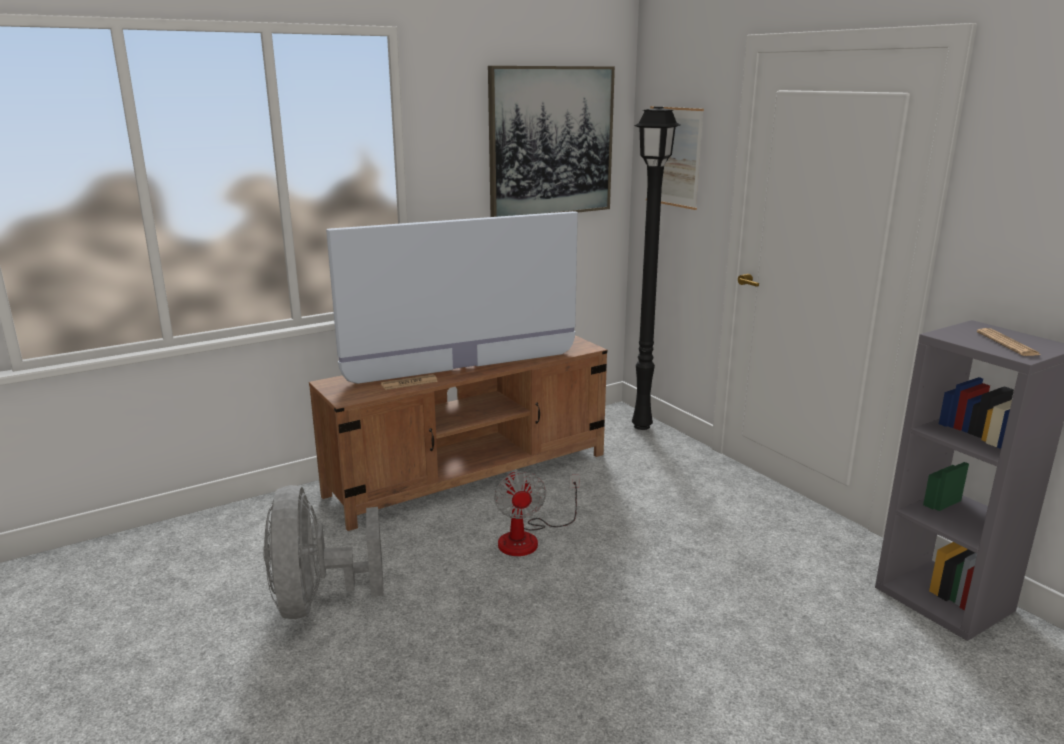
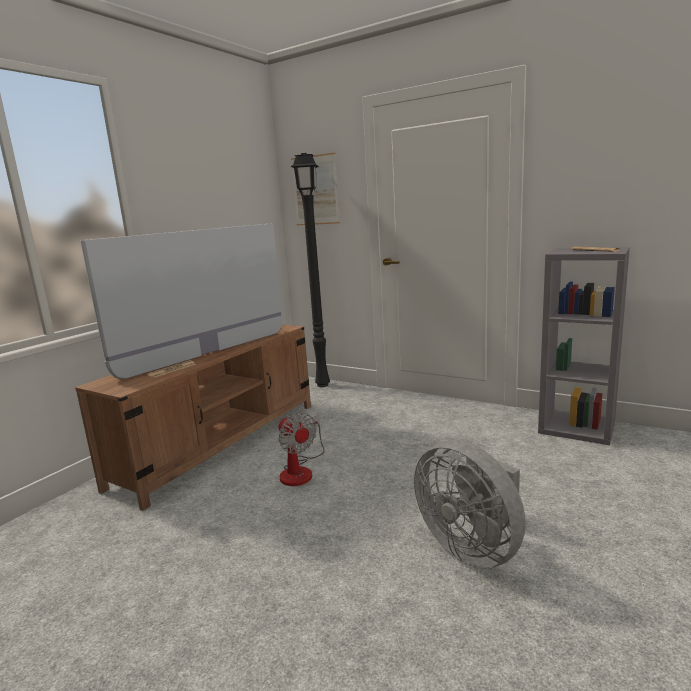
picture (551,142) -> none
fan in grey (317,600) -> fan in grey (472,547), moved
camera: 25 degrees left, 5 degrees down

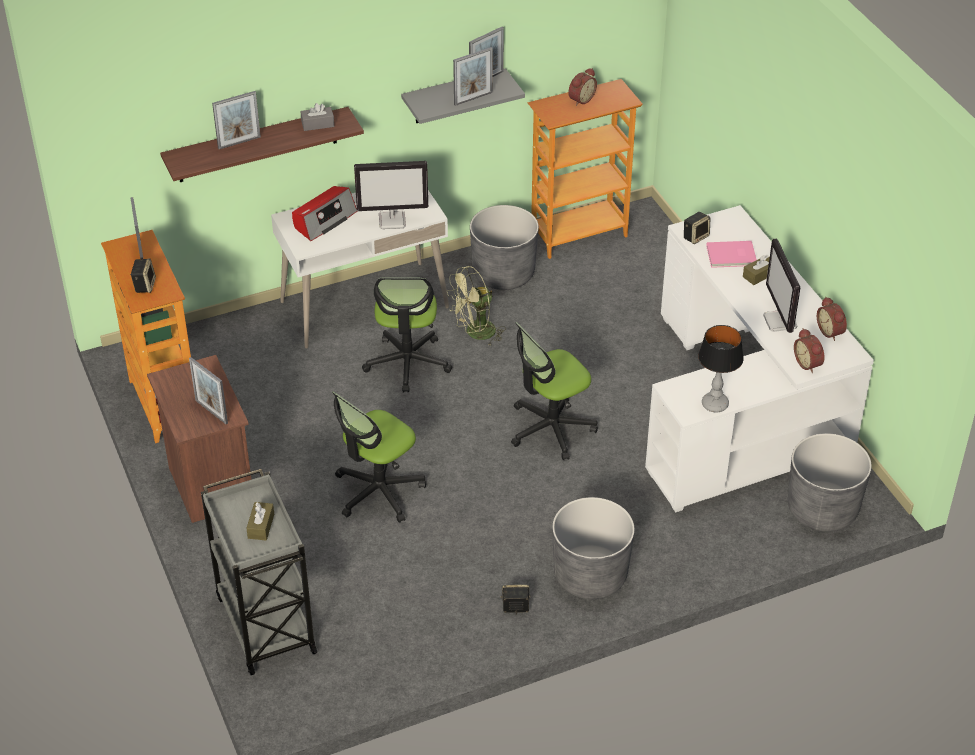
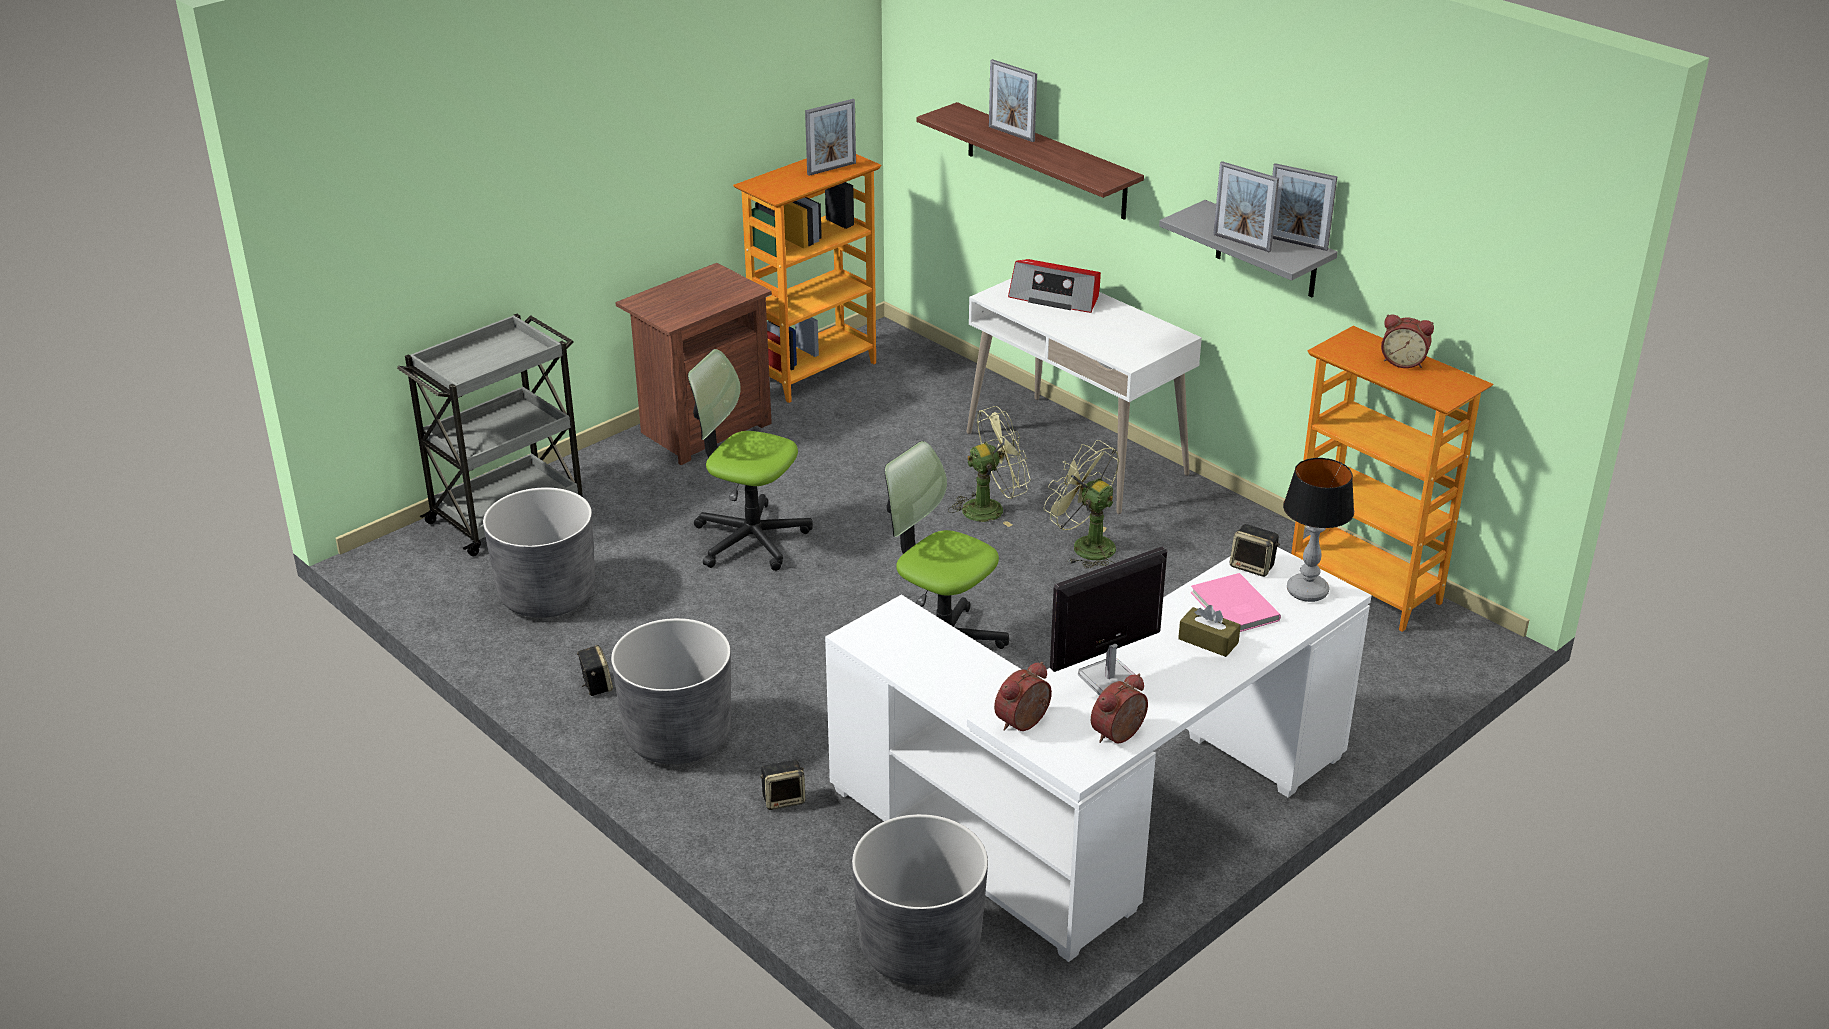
picture frame (211,412) -> none
tissue box in brown (261,526) -> none
tissue box in grey (317,124) -> none
monitor (392,220) -> none
speaker (144,285) -> speaker (784,799), moved
planter in grey (503,273) -> planter in grey (547,595), moved
table lamp (714,404) -> table lamp (1307,591), moved
office chair (407,363) -> fan in green (991,508)
camera: 70 degrees right, 10 degrees down

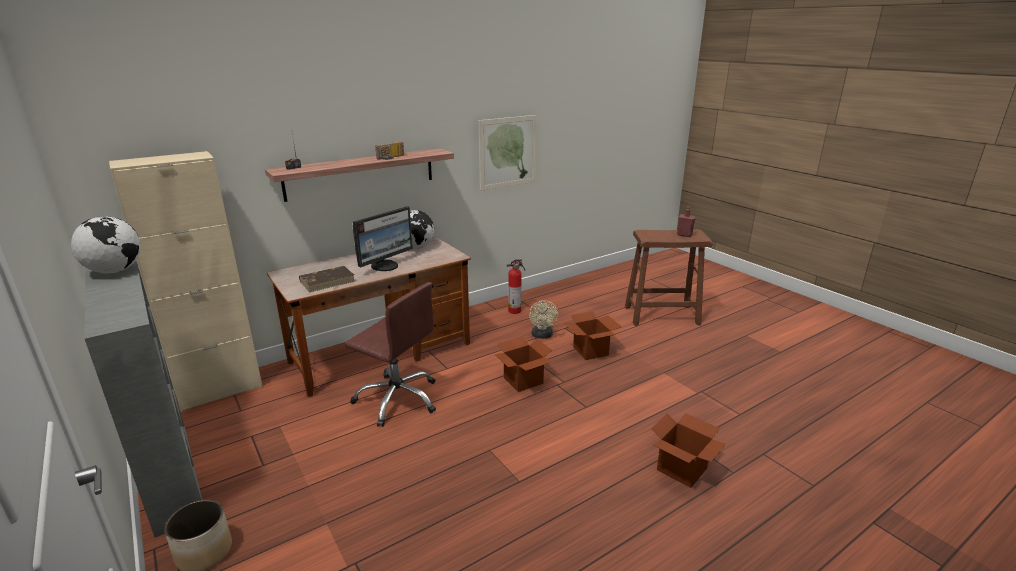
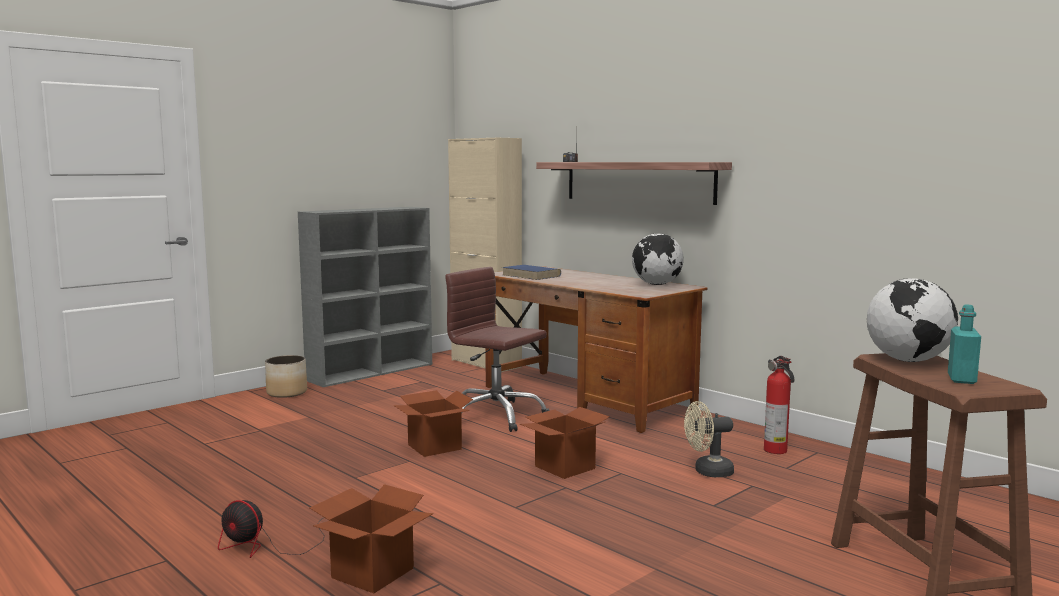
monitor (385,266) -> none
radio (391,158) -> none
picture (508,152) -> none
none -> fan (267,545)
globe (115,271) -> globe (908,360), moved
cardboard box (590,351) -> cardboard box (434,447), moved
book in brown (328,281) -> book in blue (531,275)
bottle in red (684,235) -> bottle in turquoise (961,379)
office chair in brown (398,399) -> office chair in brown (496,416), 105 degrees clockwise
camera: 80 degrees right, 15 degrees down

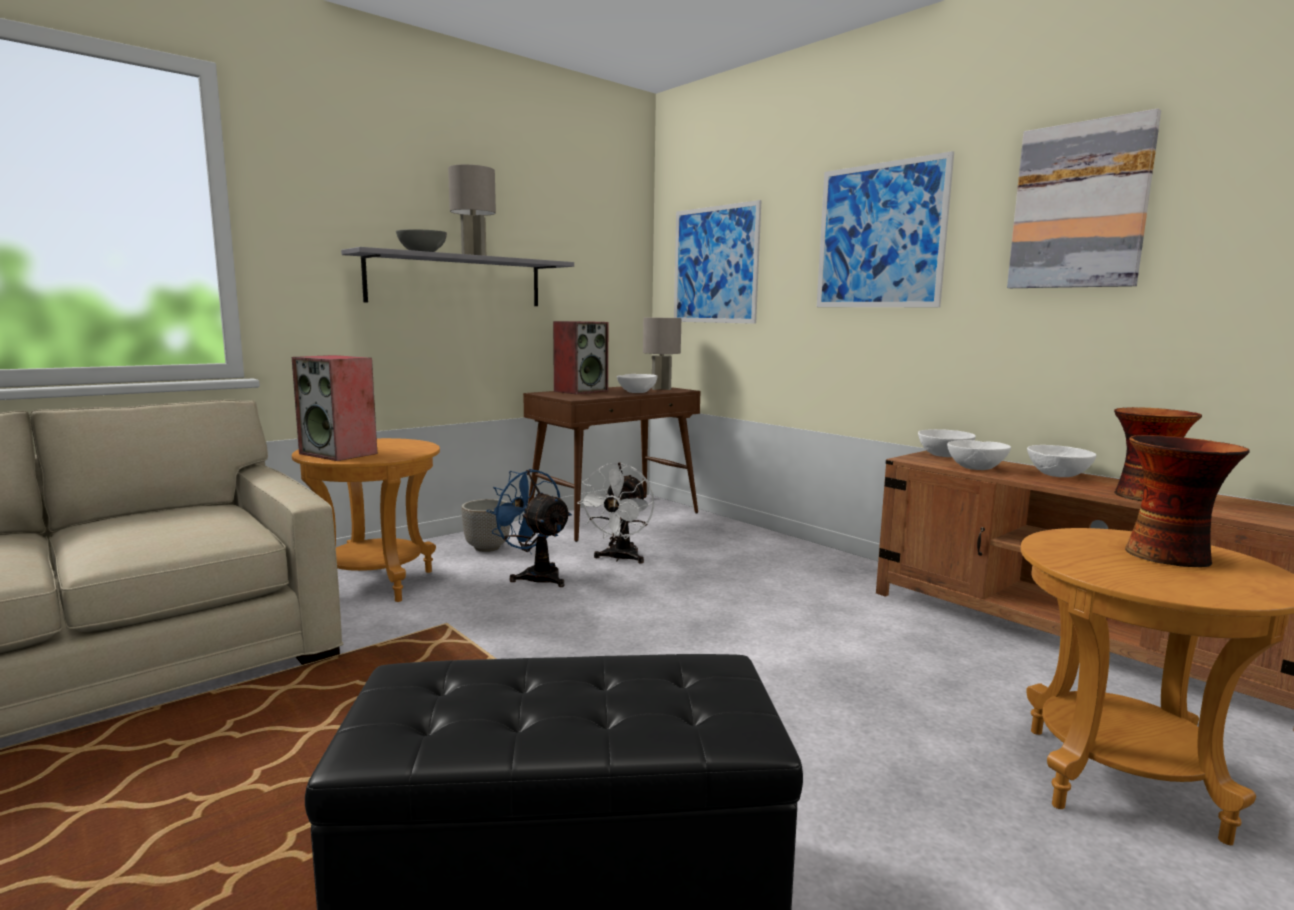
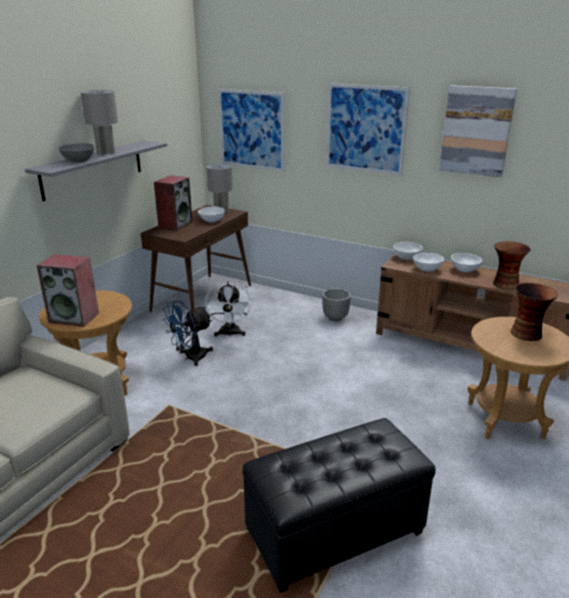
planter (487,548) -> planter (335,317), moved
fan in blue (535,575) -> fan in blue (190,357), 60 degrees counterclockwise
camera: 20 degrees left, 15 degrees up

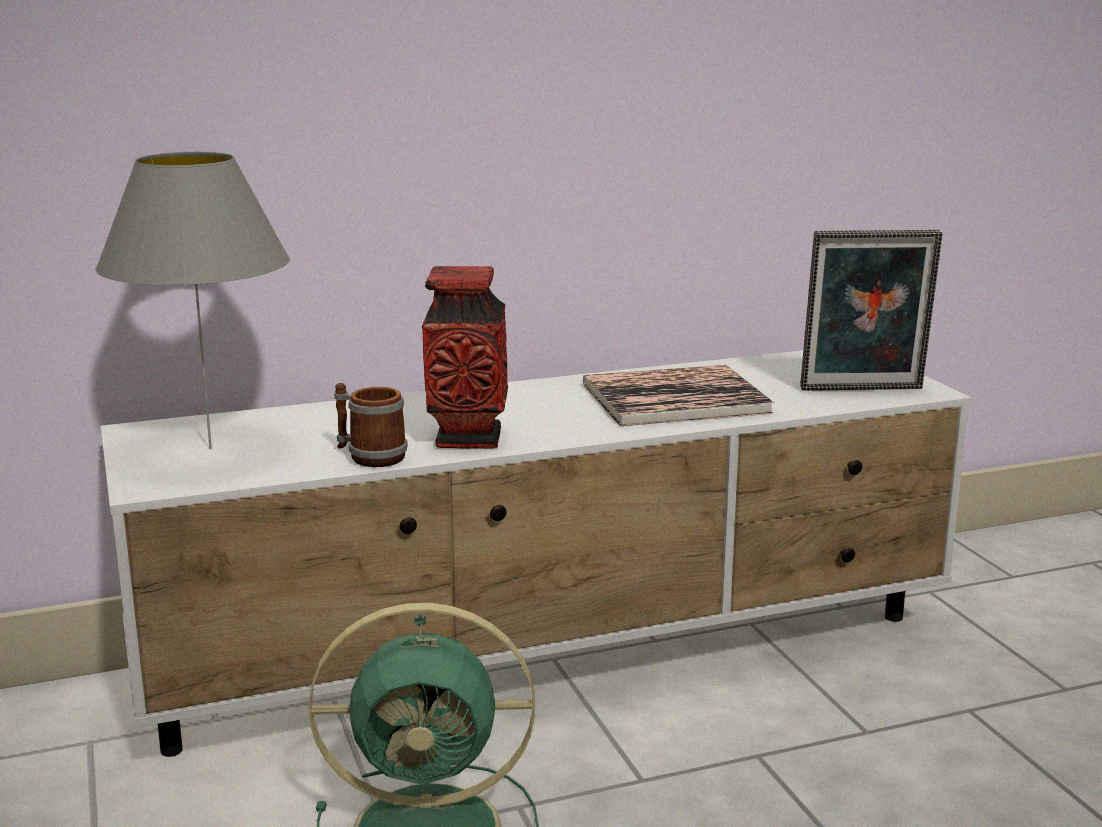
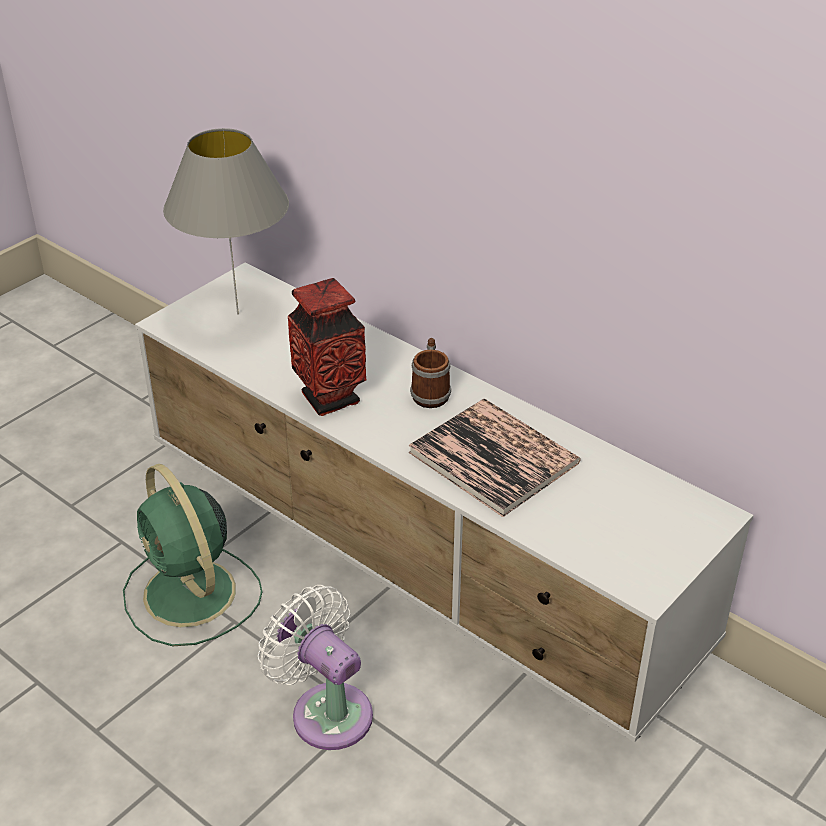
picture frame (863,390) -> none
none -> fan in white (326,710)
mug (369,456) -> mug (430,392), moved
camera: 60 degrees right, 20 degrees up

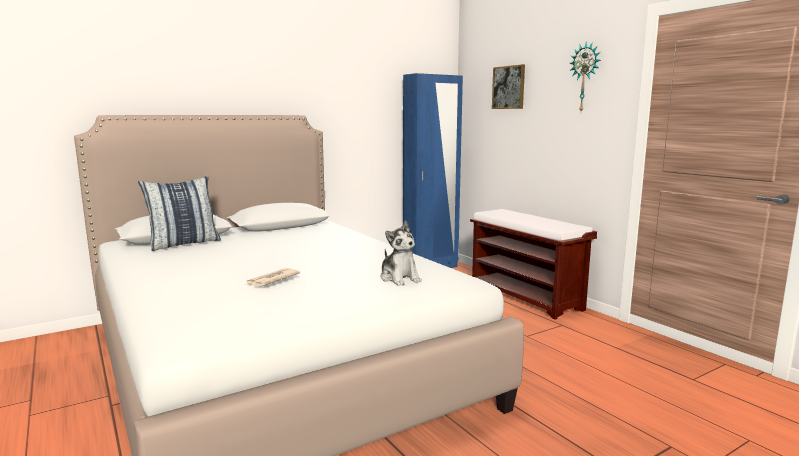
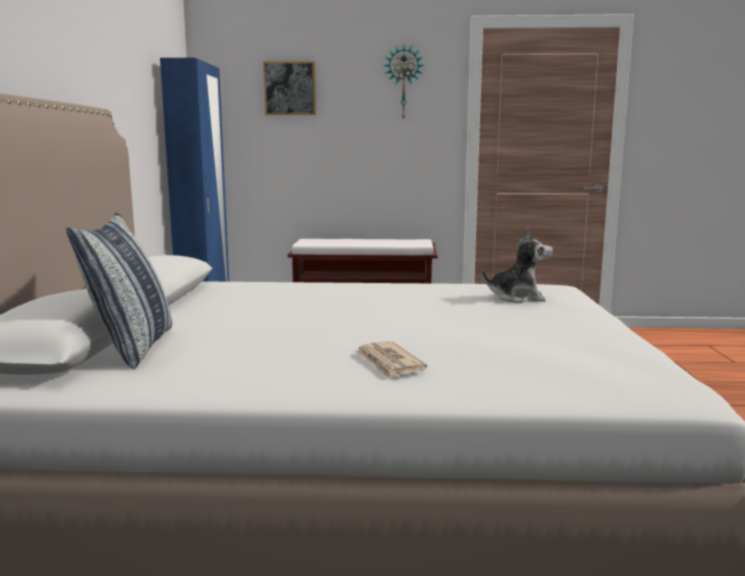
newspaper (272,280) -> newspaper (389,363), moved
camera: 55 degrees left, 0 degrees up

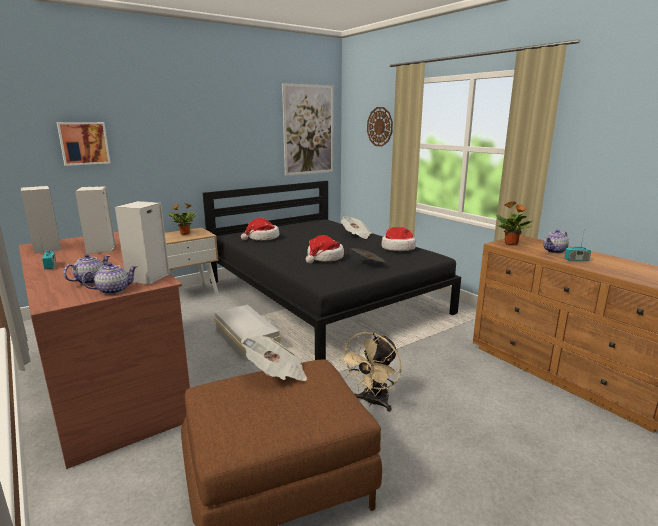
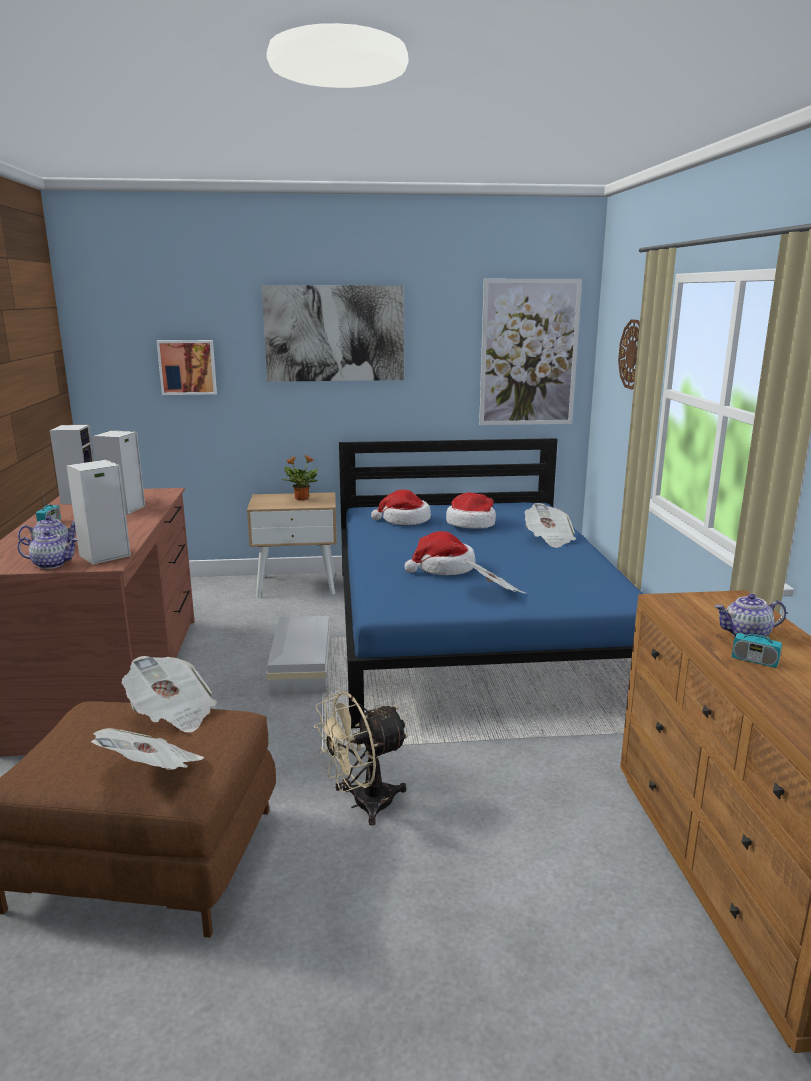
potted plant (511,244) -> none
none -> newspaper (152,771)
none -> picture (334,333)
hat (398,248) -> hat (471,524), moved
bed in black (323,296) -> bed in blue (472,629)
camera: 30 degrees right, 0 degrees up

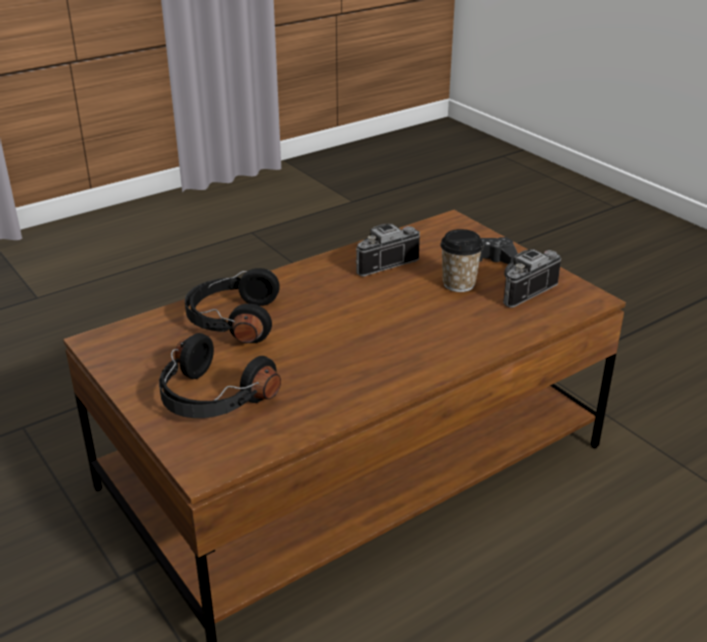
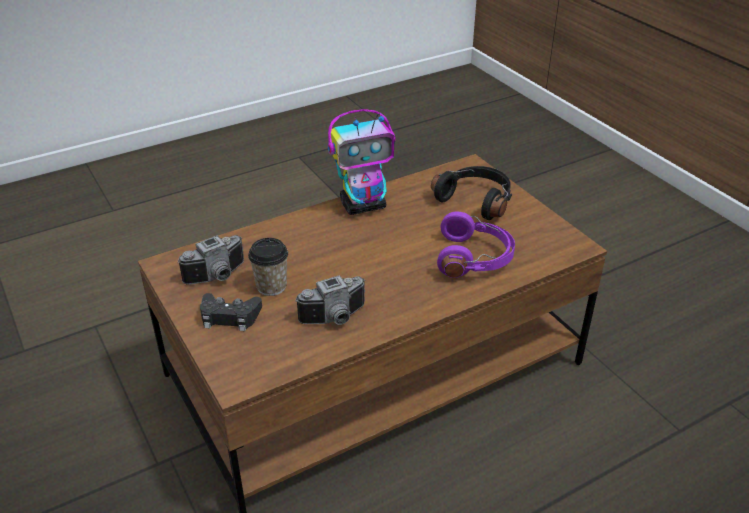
none -> toy robot (363,205)
headphones in black (232,321) -> headphones in purple (474,258)
camera: 175 degrees left, 5 degrees up

